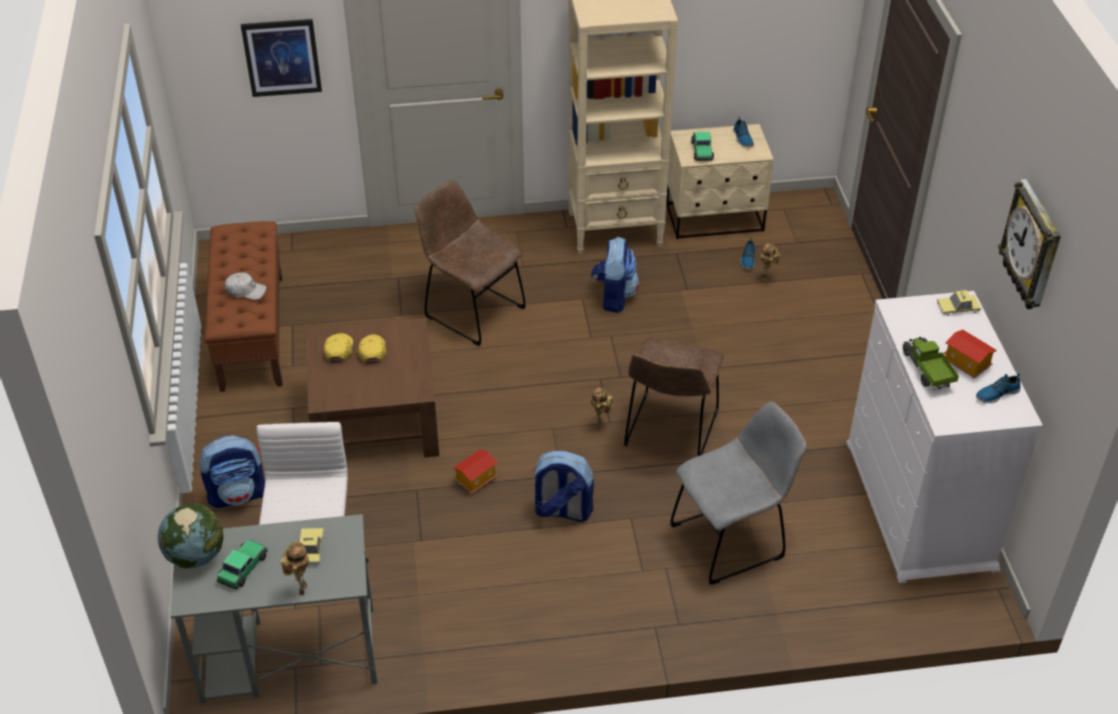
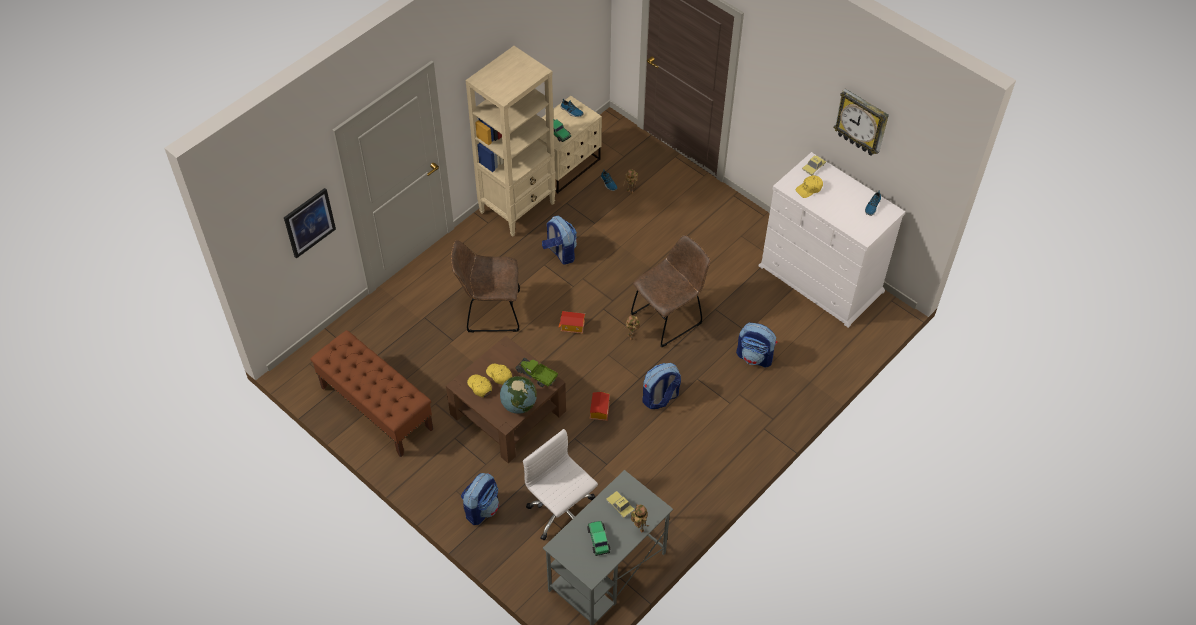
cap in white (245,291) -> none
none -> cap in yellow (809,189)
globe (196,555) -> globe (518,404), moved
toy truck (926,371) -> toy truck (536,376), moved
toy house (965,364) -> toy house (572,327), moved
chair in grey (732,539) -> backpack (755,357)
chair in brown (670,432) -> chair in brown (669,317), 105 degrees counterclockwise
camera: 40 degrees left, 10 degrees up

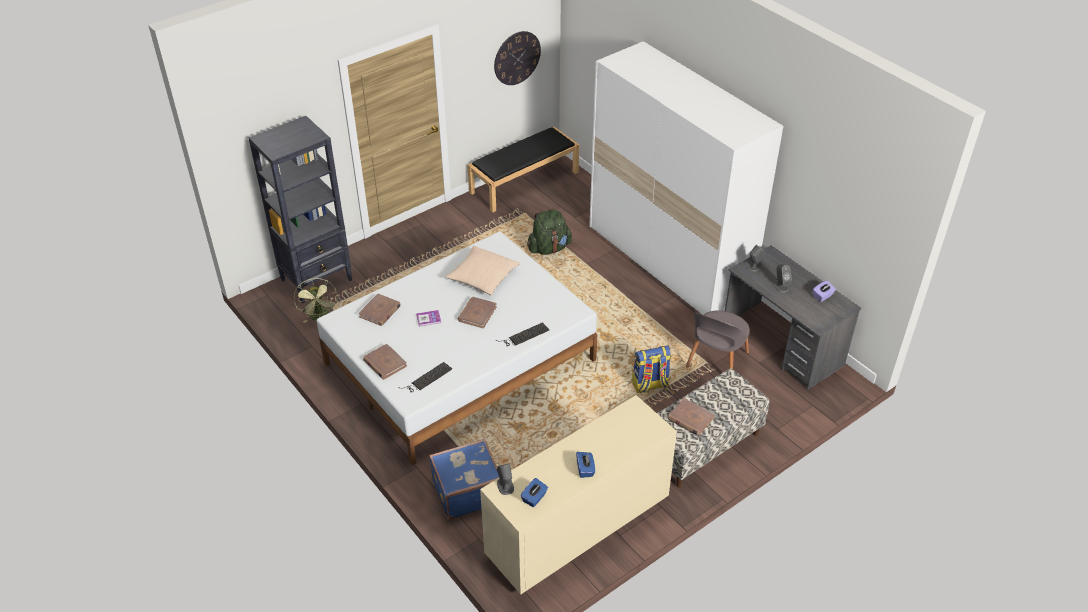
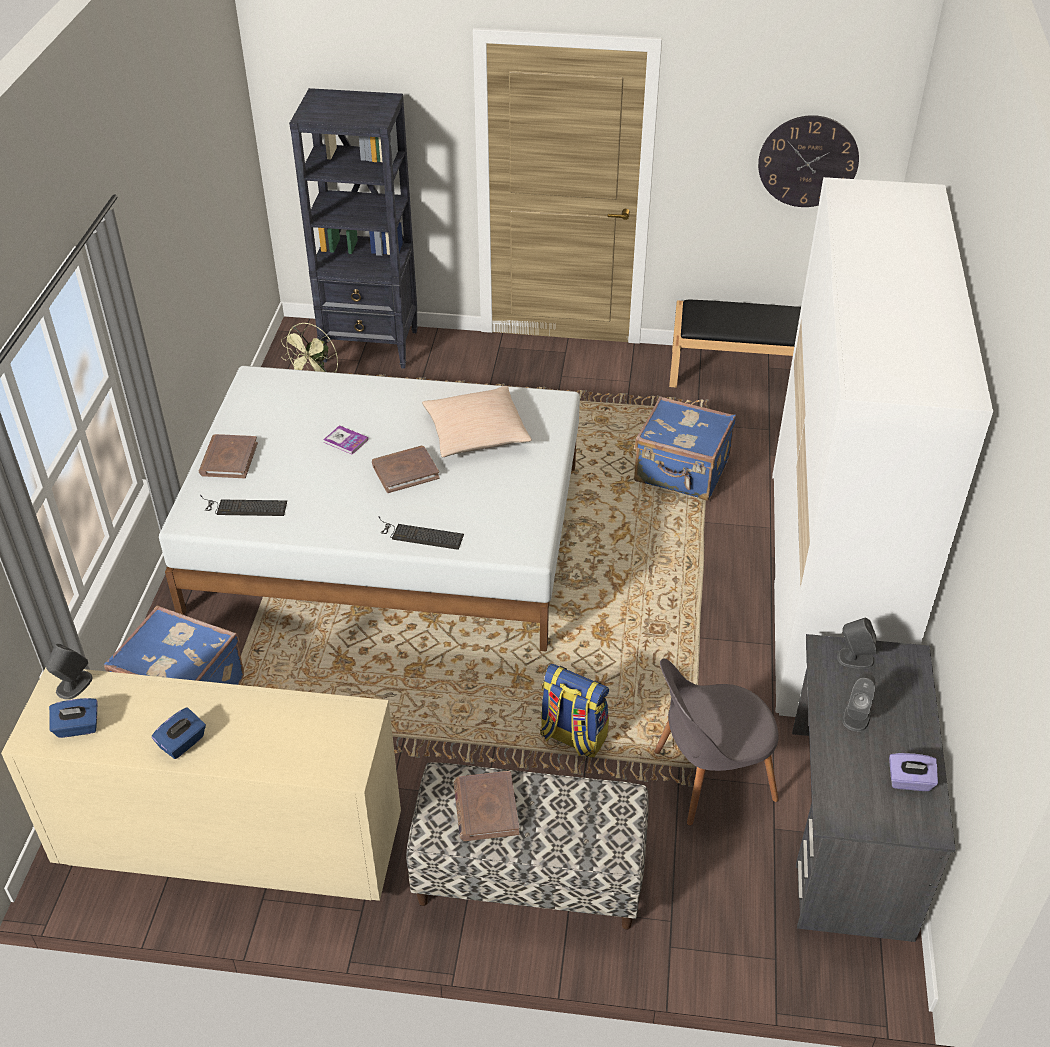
book in brown (380,311) -> none
backpack in green (549,248) -> suitcase in blue (681,472)
camera: 45 degrees right, 0 degrees up

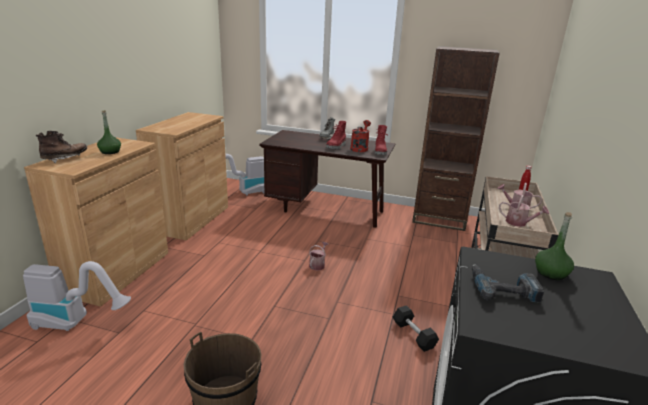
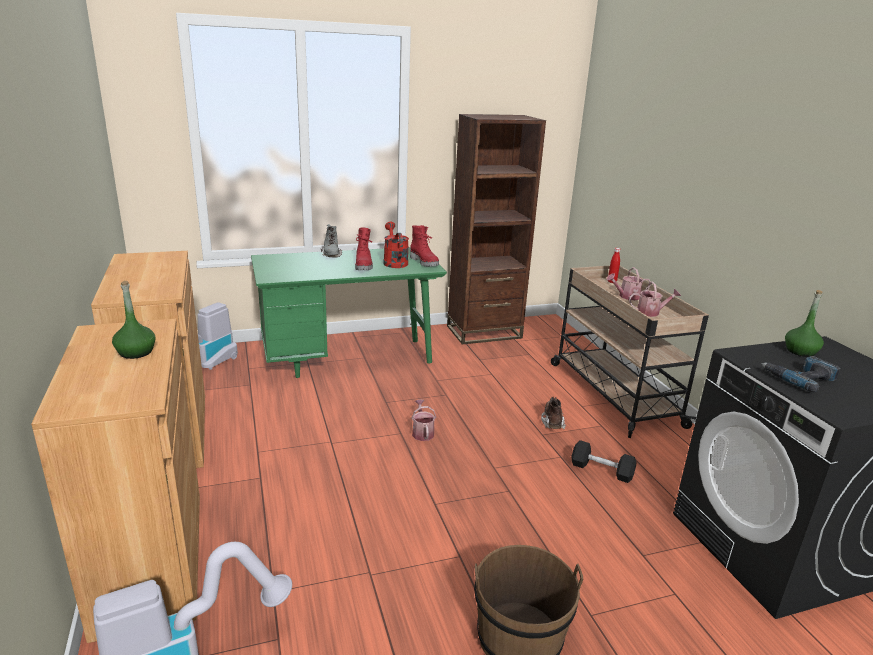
boot in brown (65,159) -> boot in brown (552,421), moved
desk in brown (326,210) -> desk in green (348,359)
camera: 35 degrees left, 0 degrees up

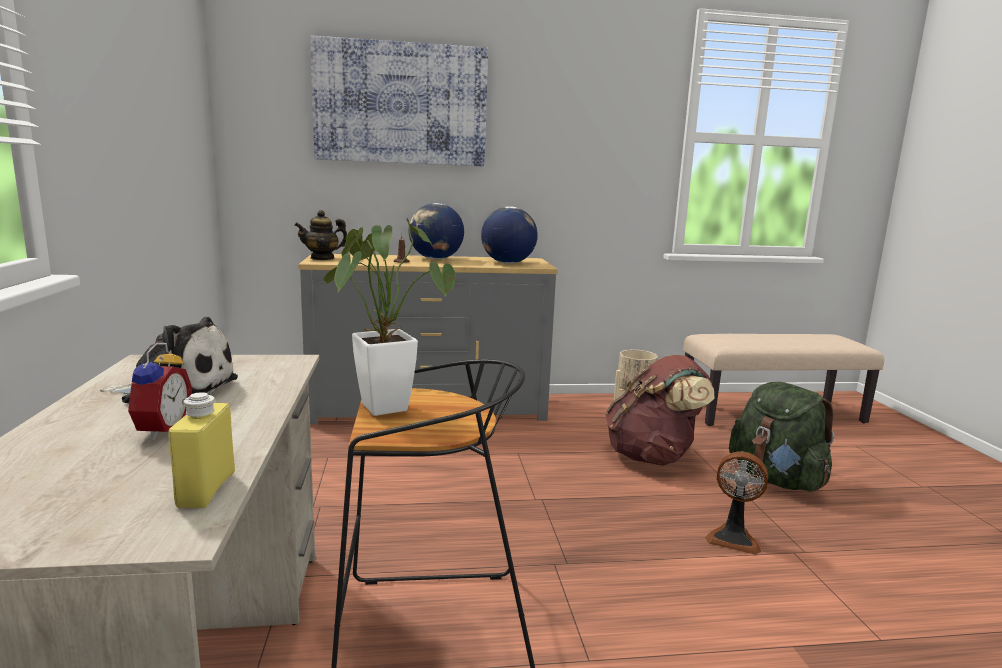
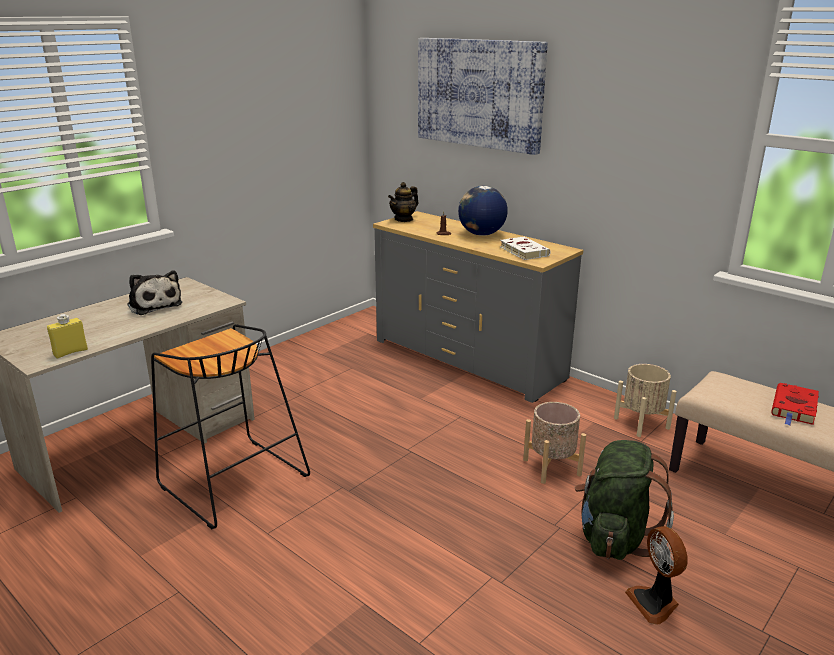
alarm clock (159,430) -> none
potted plant (381,404) -> none
none -> book in red (794,408)
fan (733,538) -> fan (655,603), moved
globe (507,263) -> book in white (523,251)
backpack in brown (653,457) -> planter in beige (552,467)
teapot (322,258) -> teapot (404,219), 75 degrees counterclockwise
camera: 50 degrees right, 10 degrees up

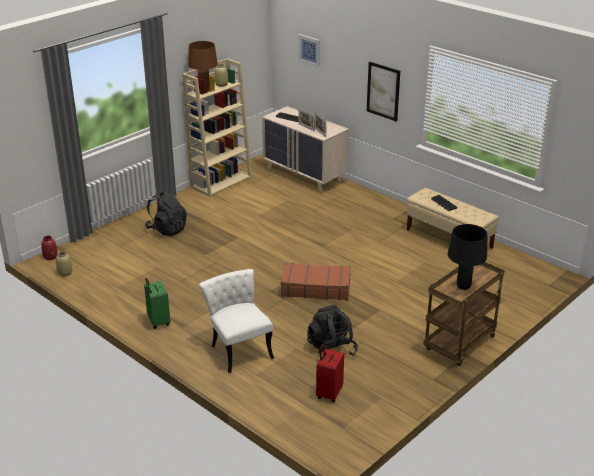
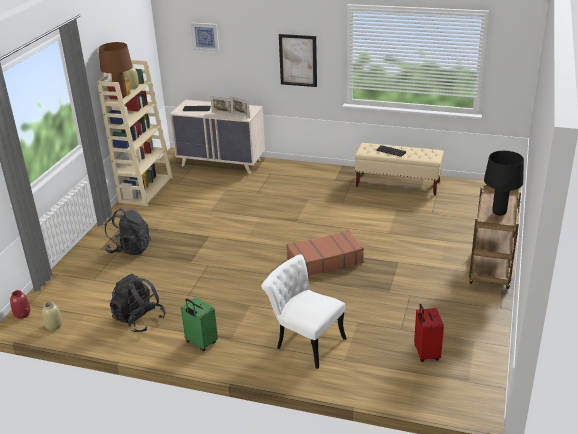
backpack in black (331,350) -> backpack in black (139,319), moved
camera: 25 degrees left, 0 degrees up

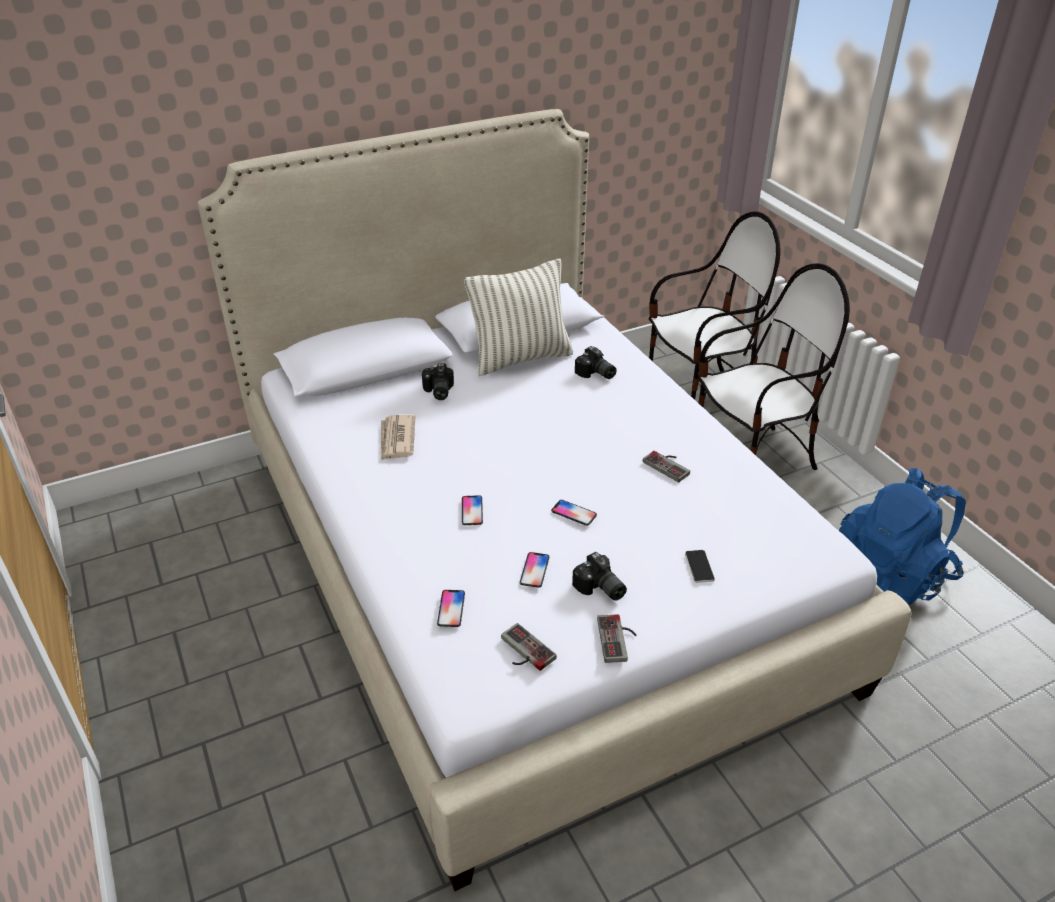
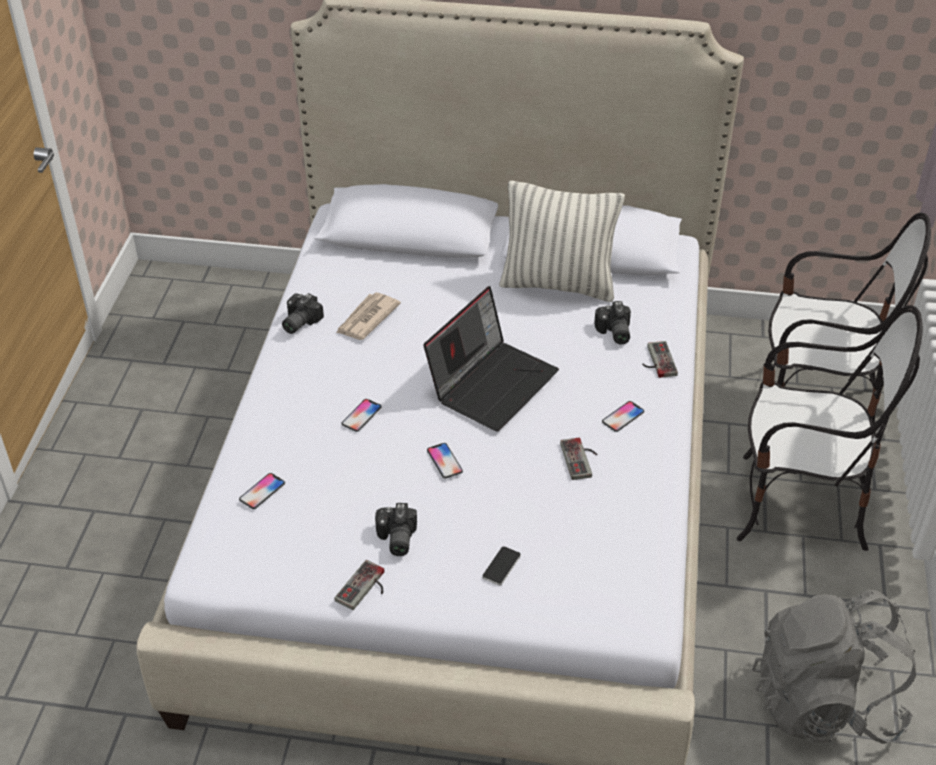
none -> laptop (492,383)
photo camera (437,391) -> photo camera (298,322), moved
game controller (523,652) -> game controller (656,361), moved
phone (534,570) -> phone (623,417), moved
backpack in blue (891,576) -> backpack in grey (824,702)
camera: 35 degrees right, 5 degrees up

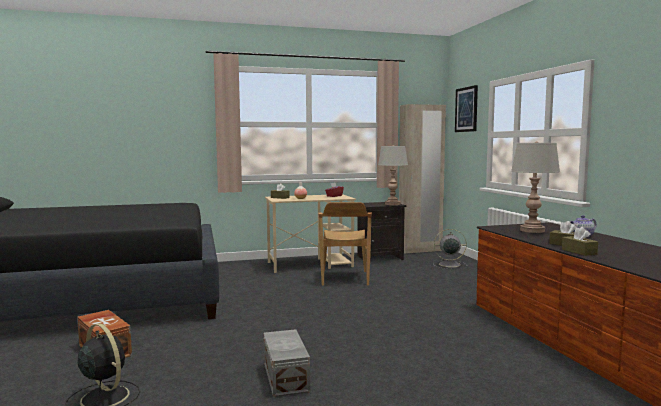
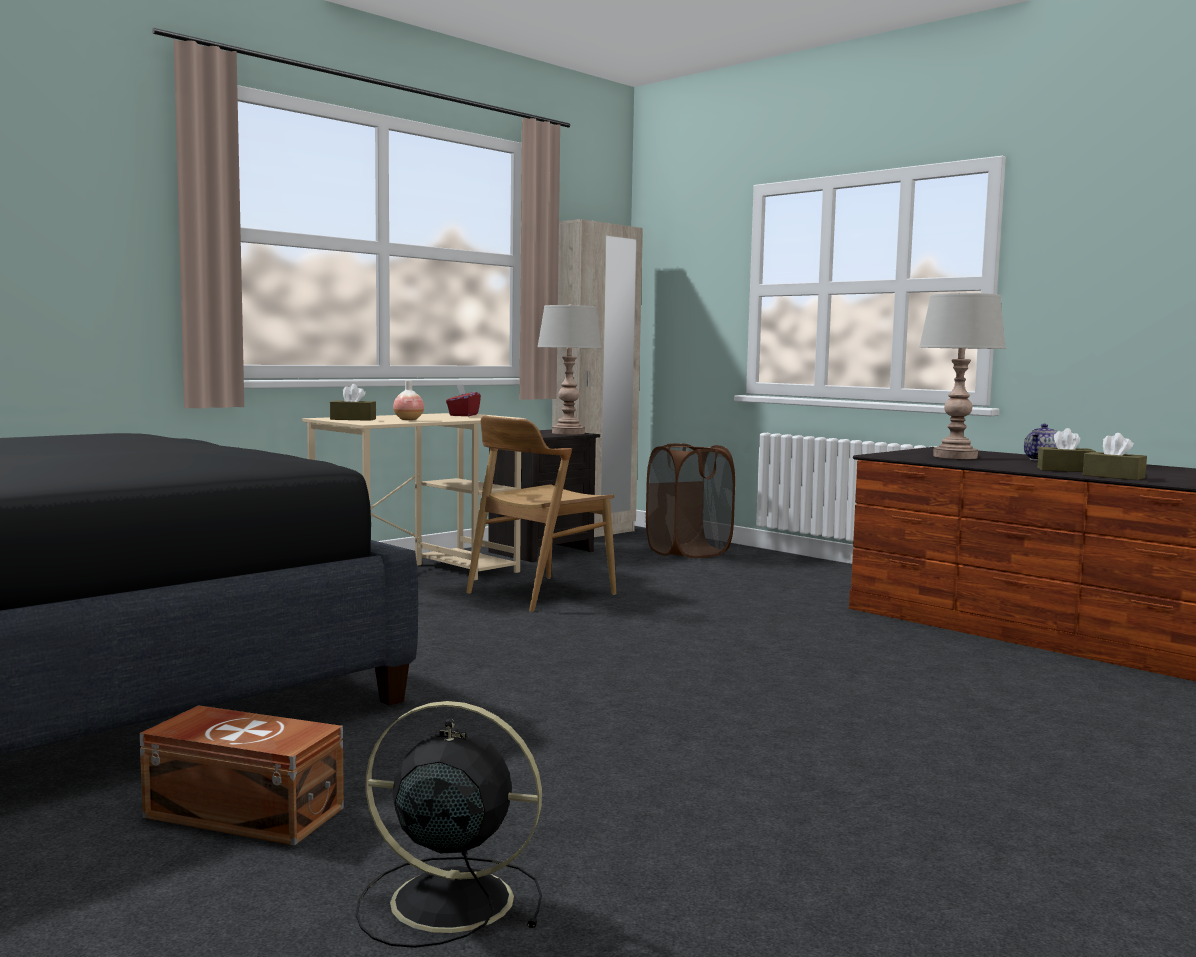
storage box in grey (284,378) -> none
picture (466,109) -> none
fan in grey (448,264) -> laundry basket in brown (688,552)
chair in brown (344,278) -> chair in brown (540,593), 75 degrees clockwise
camera: 30 degrees left, 0 degrees up

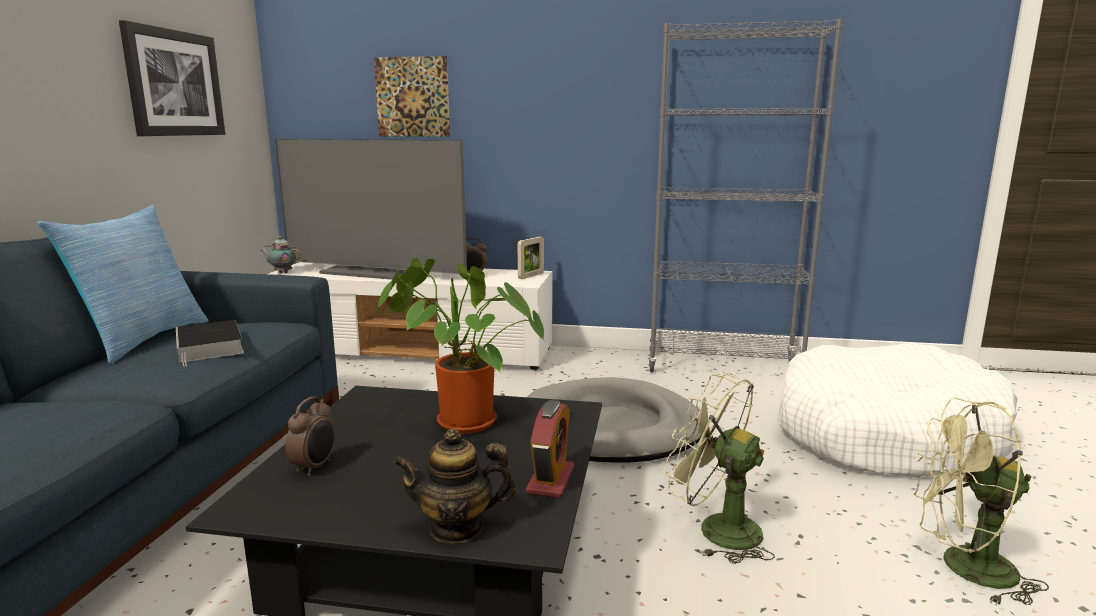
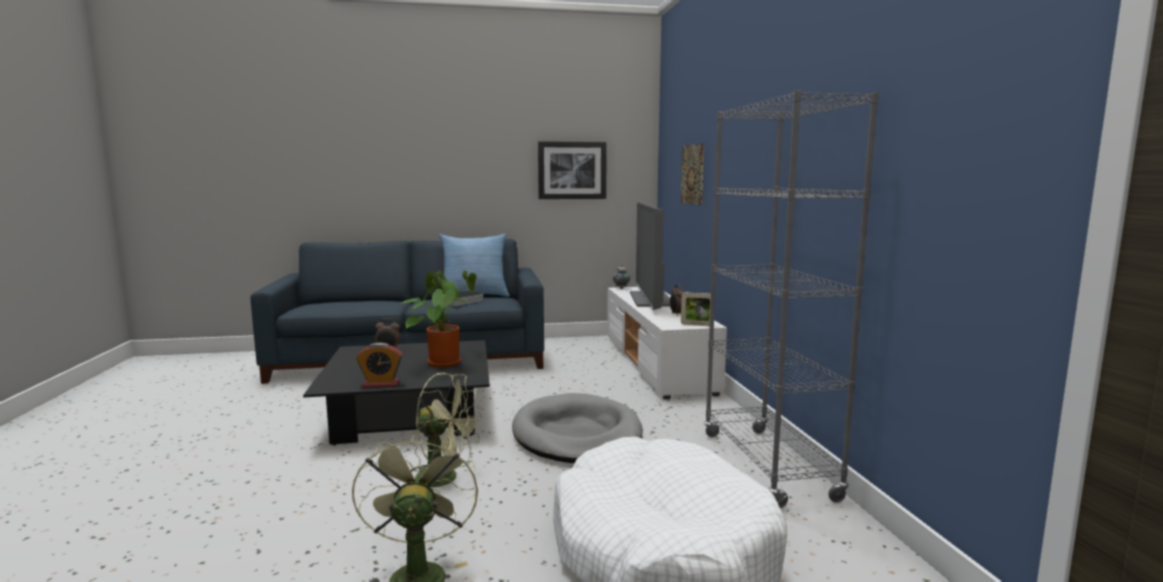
teapot (457,527) -> none
fan in green (716,529) -> fan in green (445,479), 90 degrees clockwise
camera: 70 degrees right, 5 degrees down

